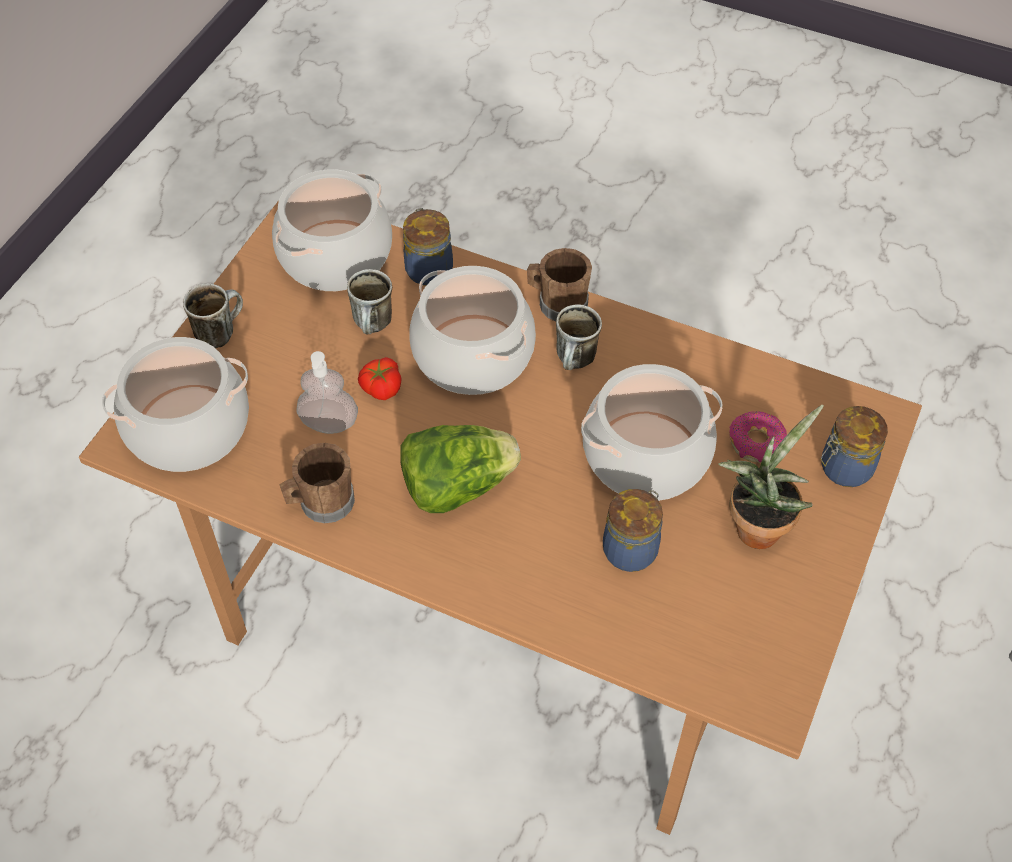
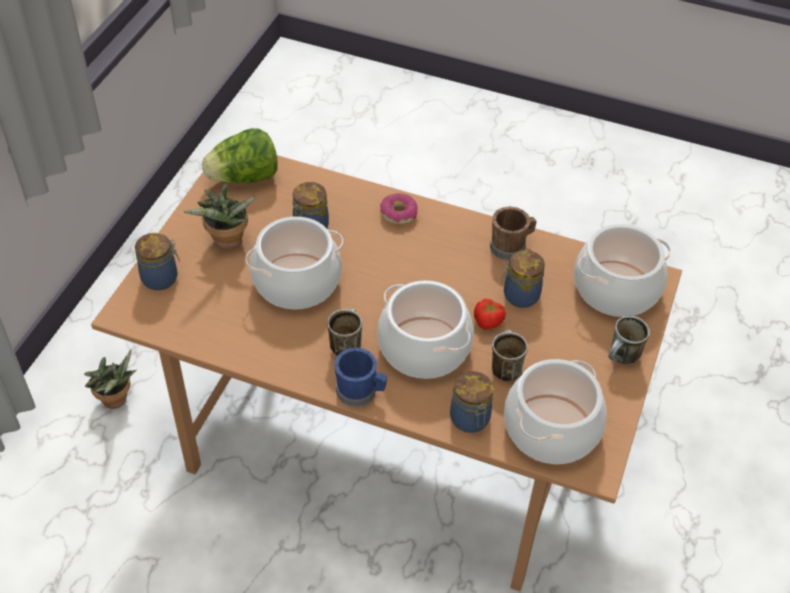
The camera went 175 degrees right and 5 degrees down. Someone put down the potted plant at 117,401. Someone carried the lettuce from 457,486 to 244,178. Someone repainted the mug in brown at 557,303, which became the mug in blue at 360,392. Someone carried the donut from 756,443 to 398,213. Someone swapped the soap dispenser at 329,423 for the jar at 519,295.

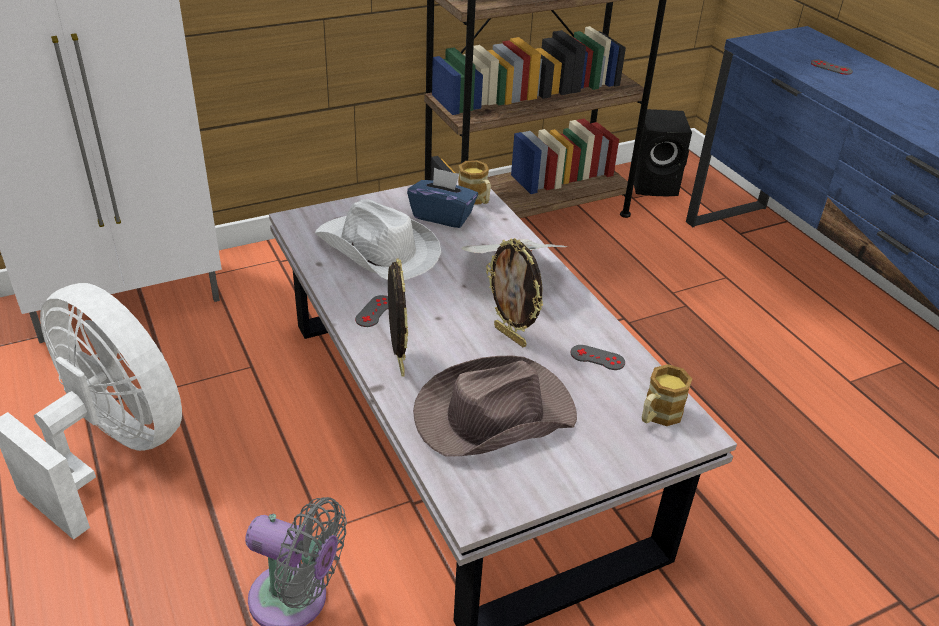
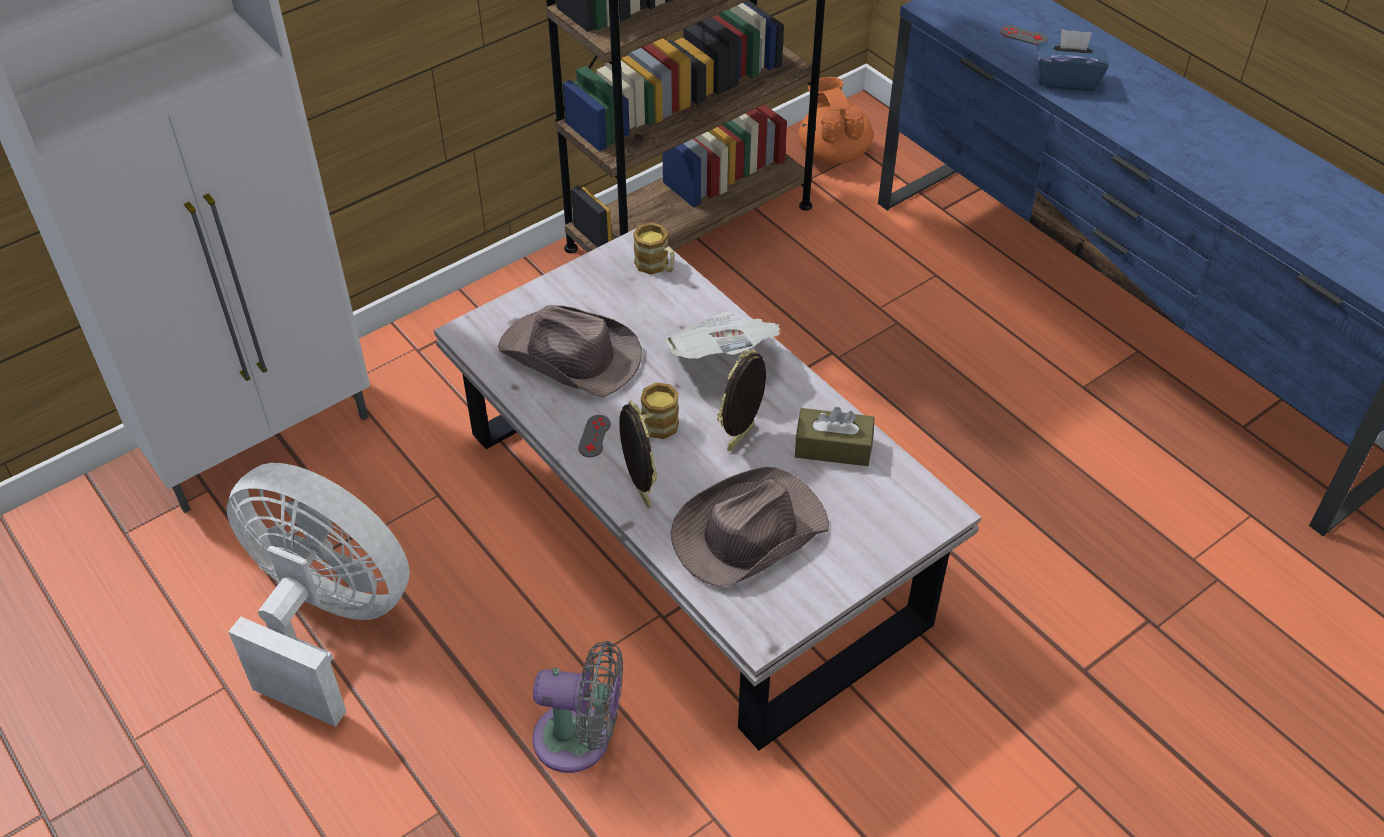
The camera went 10 degrees left and 10 degrees up. Someone repainted the hat in white at 377,250, which became the hat in brown at 571,356. Someone carried the mug from 657,416 to 655,430. Someone rotated the picture frame at 511,336 by 90 degrees clockwise. Someone swapped the game controller in grey at 597,358 for the tissue box in brown at 833,447. Someone swapped the speaker in black at 655,184 for the teapot in orange at 833,152. Someone carried the tissue box in blue from 442,216 to 1066,80.

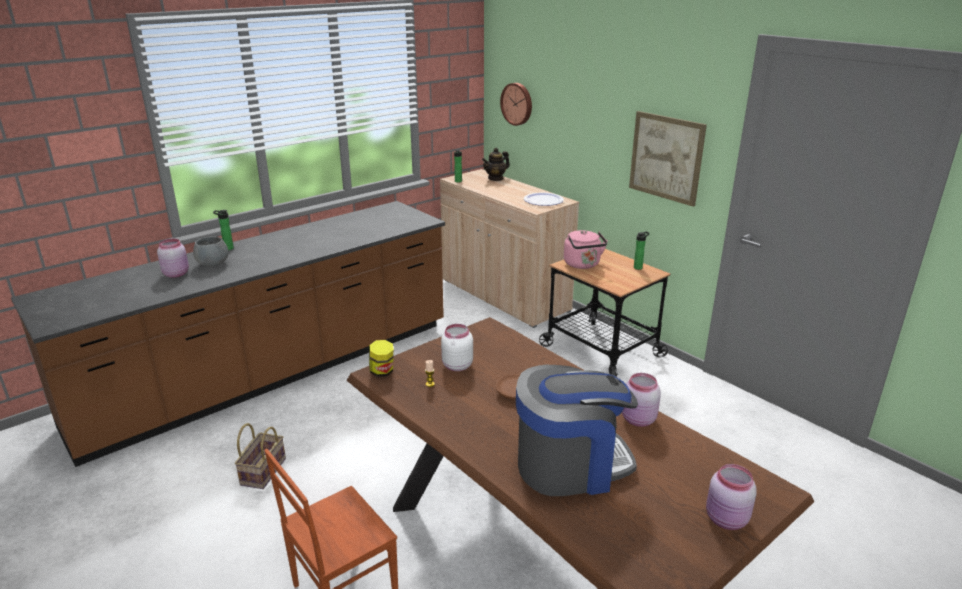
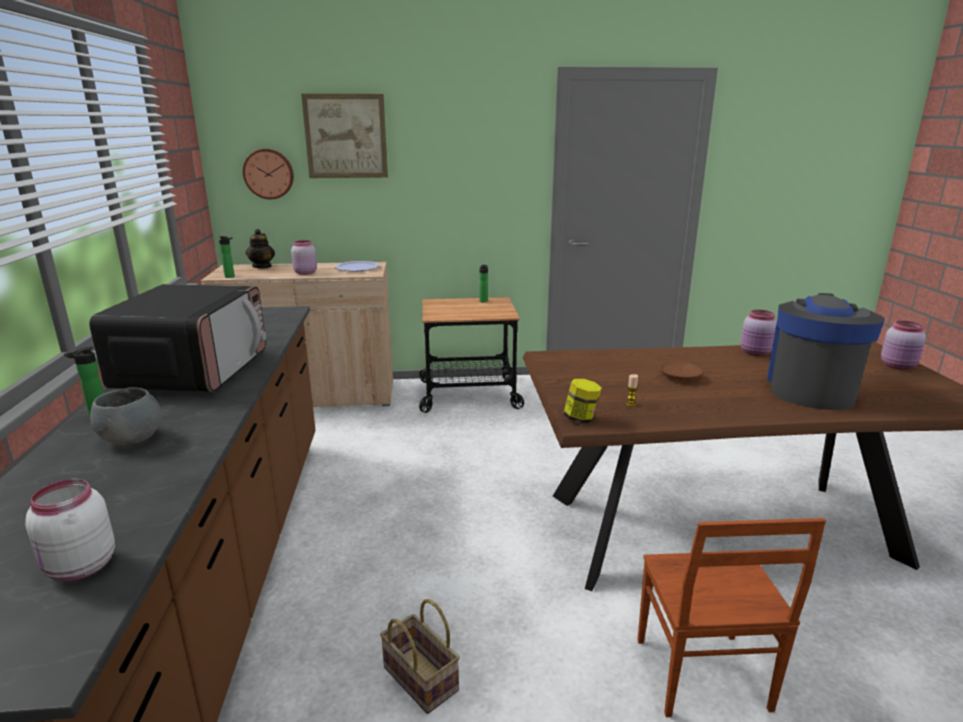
The camera went 55 degrees left and 5 degrees down. Someone carried the jar in white from 456,366 to 79,568. Someone put down the microwave at 194,371. Someone carried the jar in pink from 176,273 to 305,273. Someone carried the picture from 666,157 to 346,136. Someone took away the kettle in pink at 583,265.

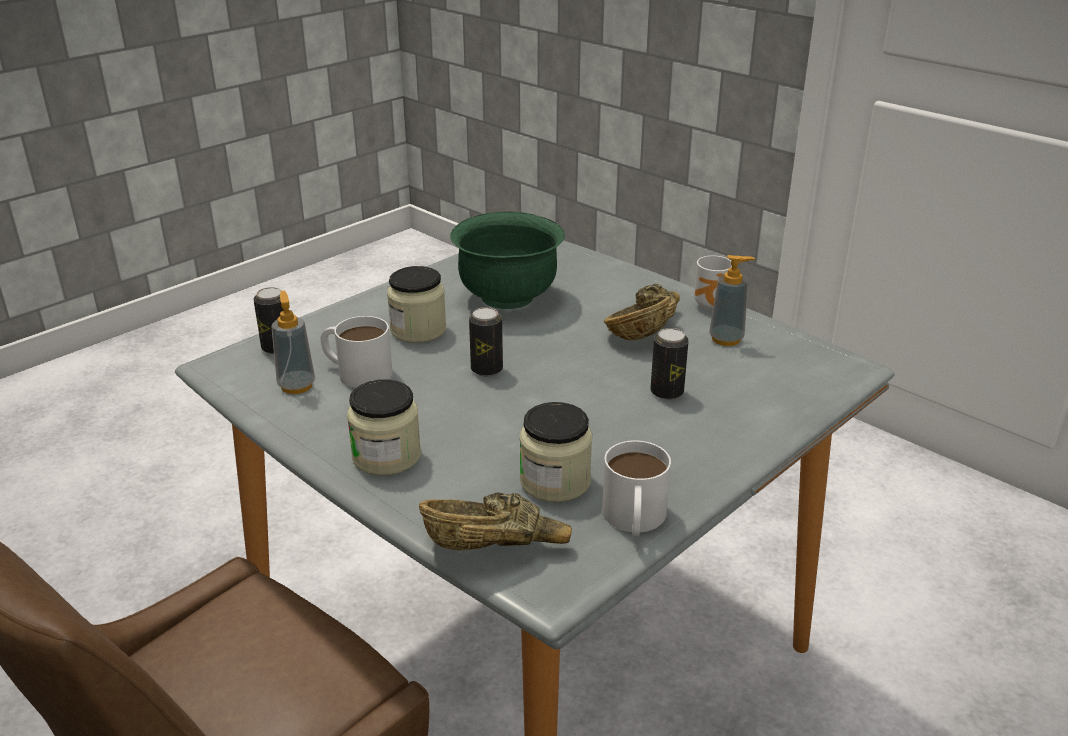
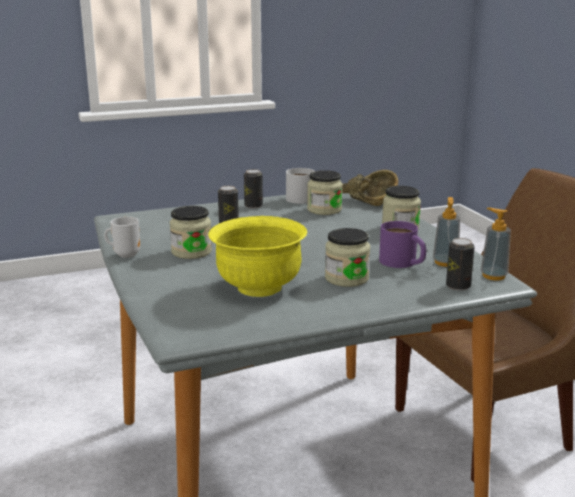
The camera went 155 degrees left and 10 degrees down. Someone swapped the bowl in brown at 645,328 for the jar at 191,252. Someone repainted the bowl in green at 508,297, which became the bowl in yellow at 258,287. Someone carried the can from 486,369 to 253,206. Someone repainted the mug in white at 356,371, which became the mug in purple at 403,263. Someone carried the soap dispenser from 726,339 to 493,276.

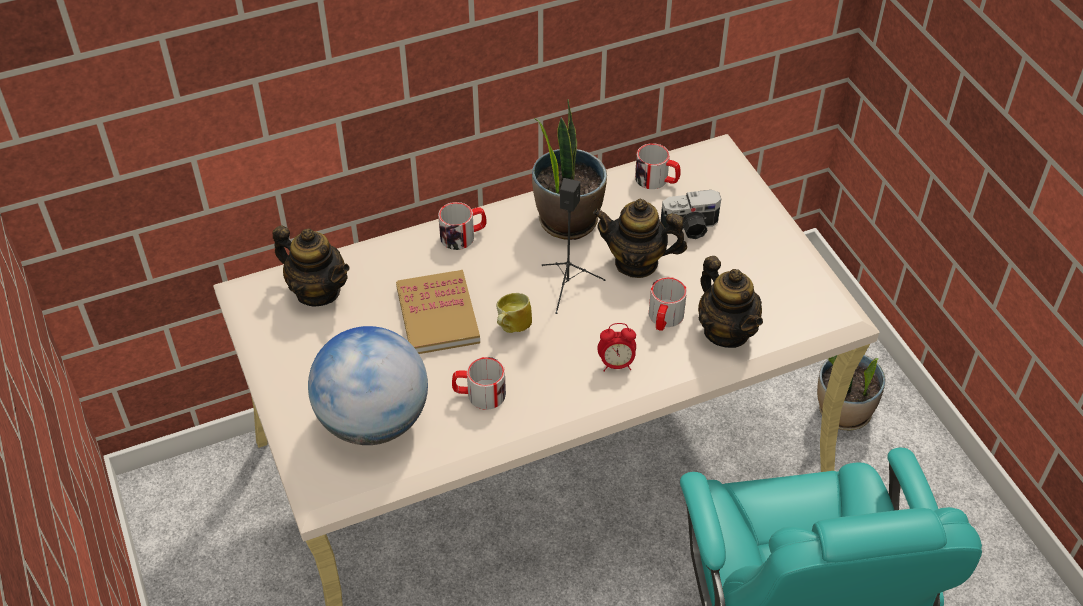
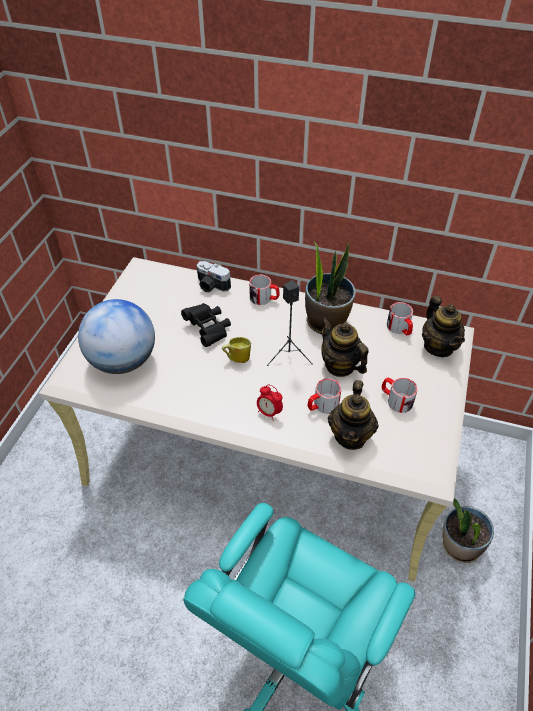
The camera went 40 degrees right and 0 degrees up. Someone swapped the book at 437,315 for the binoculars in black at 208,329. Someone carried the photo camera from 690,228 to 211,286. Someone carried the mug from 479,394 to 396,400. Someone carried the teapot from 318,291 to 438,346.

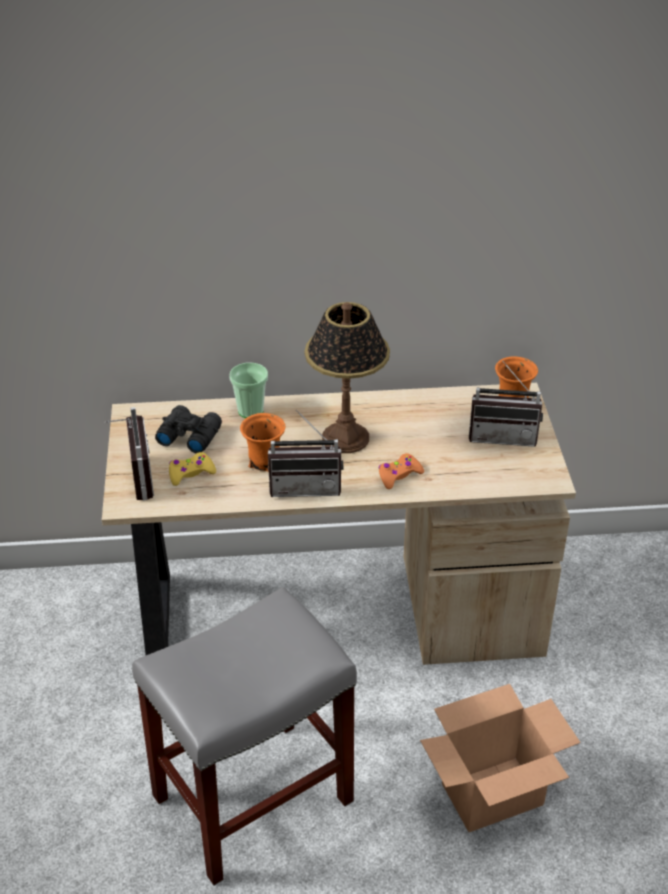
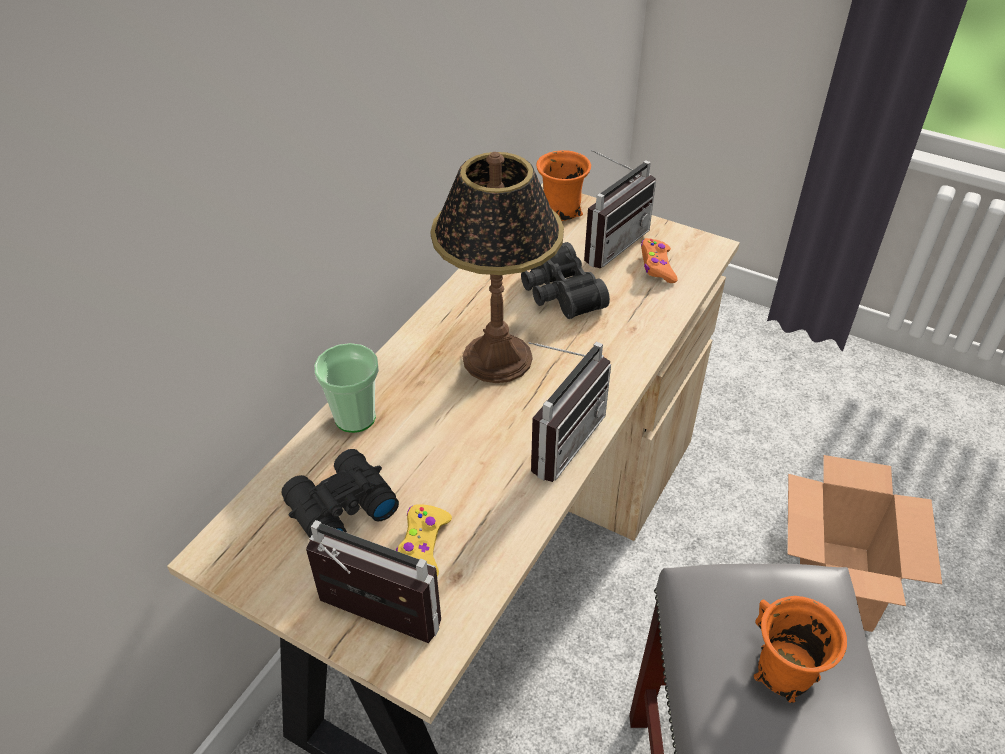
The camera went 55 degrees left and 5 degrees up. Someone put down the binoculars in black at 558,293. Someone carried the game controller in orange from 399,475 to 657,266. Someone carried the mug in orange from 264,461 to 784,673.

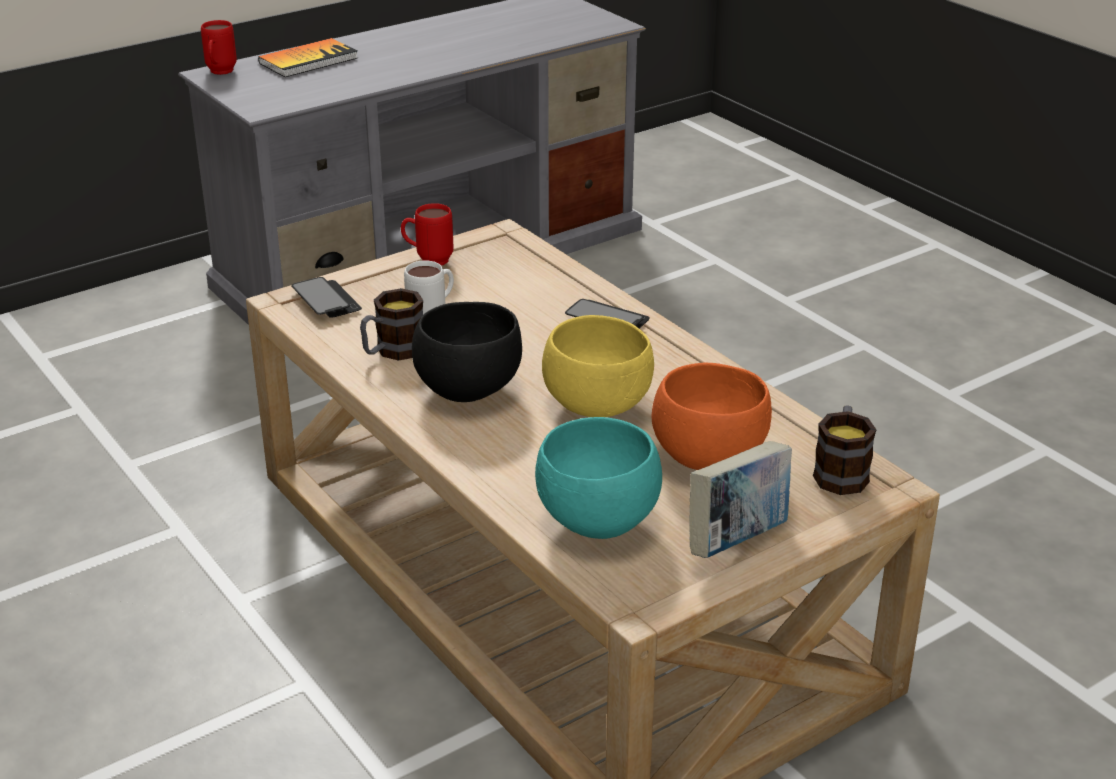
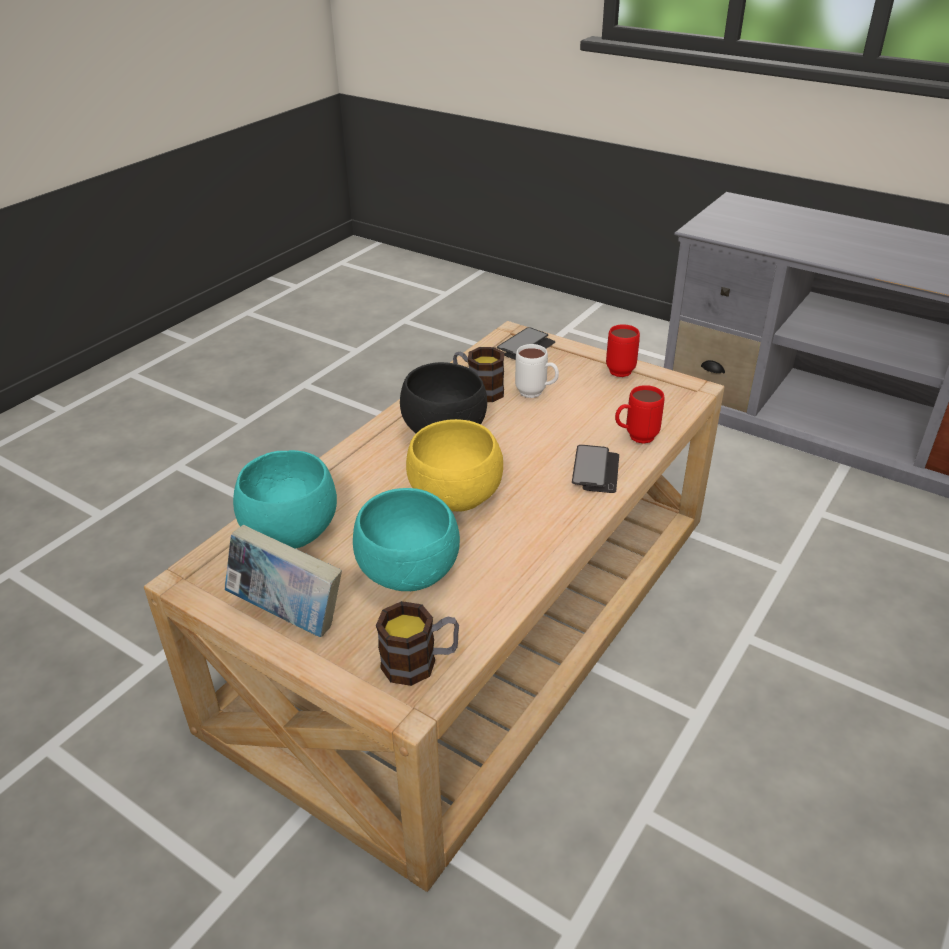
The camera went 70 degrees right and 5 degrees up. Someone repainted the bowl in orange at 708,456, which became the bowl in turquoise at 411,574. Someone carried the mug in red from 219,73 to 635,438. Someone took away the book at 308,60.

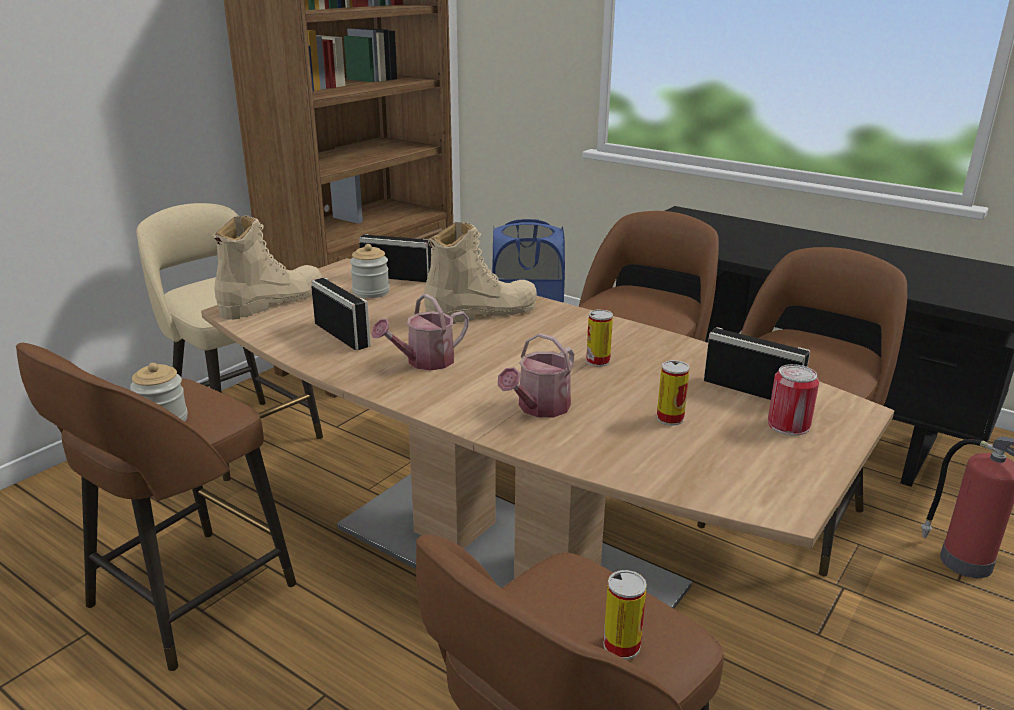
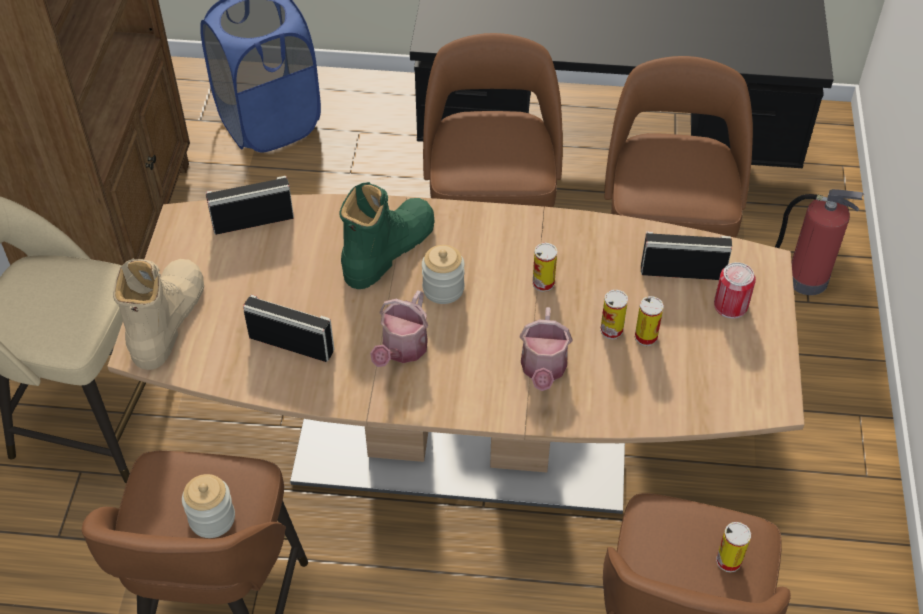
The camera went 30 degrees left and 25 degrees up. Someone repainted the boot in beige at 481,312, which became the boot in green at 388,249. Someone carried the jar from 371,292 to 443,289. Someone put down the can at 611,330.

